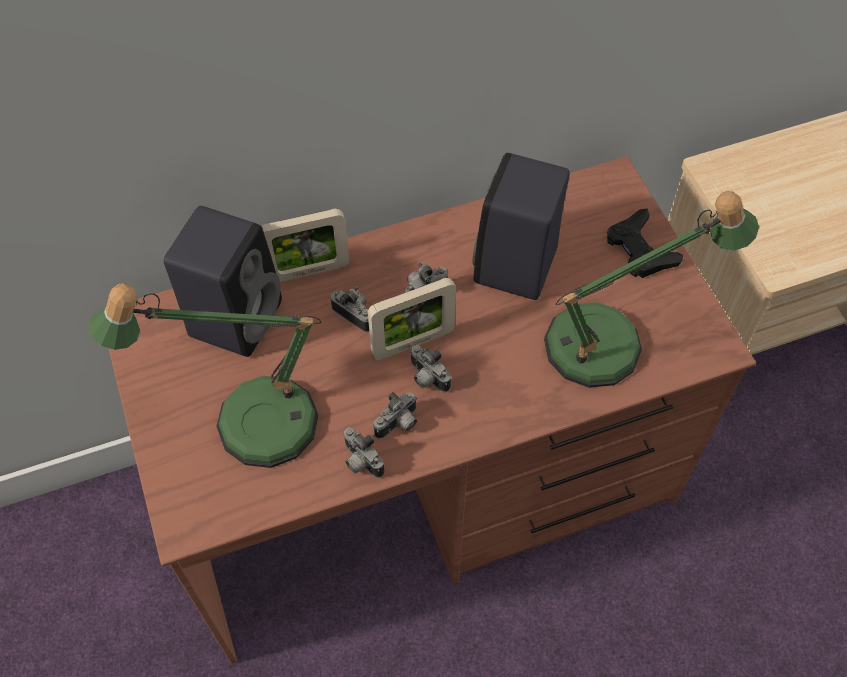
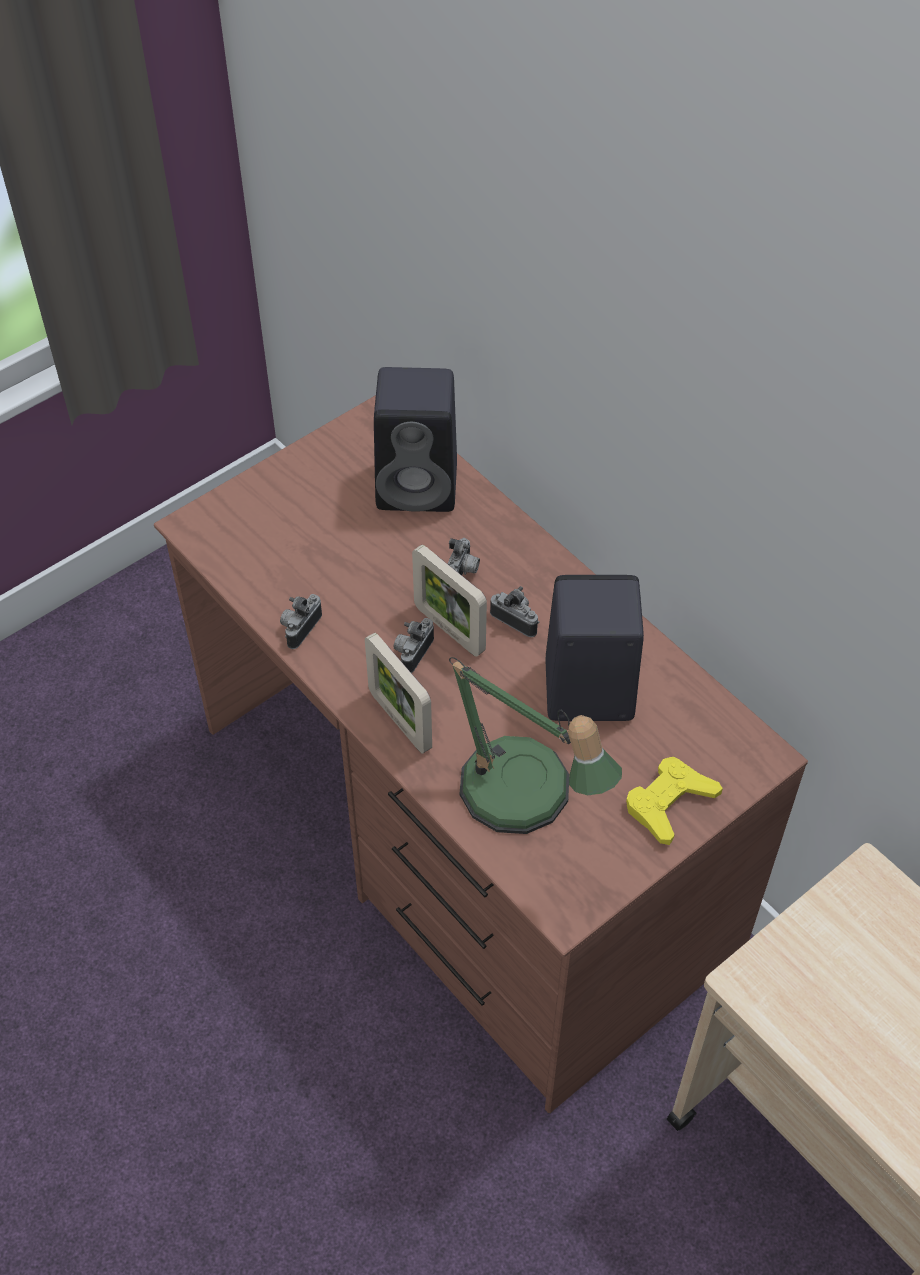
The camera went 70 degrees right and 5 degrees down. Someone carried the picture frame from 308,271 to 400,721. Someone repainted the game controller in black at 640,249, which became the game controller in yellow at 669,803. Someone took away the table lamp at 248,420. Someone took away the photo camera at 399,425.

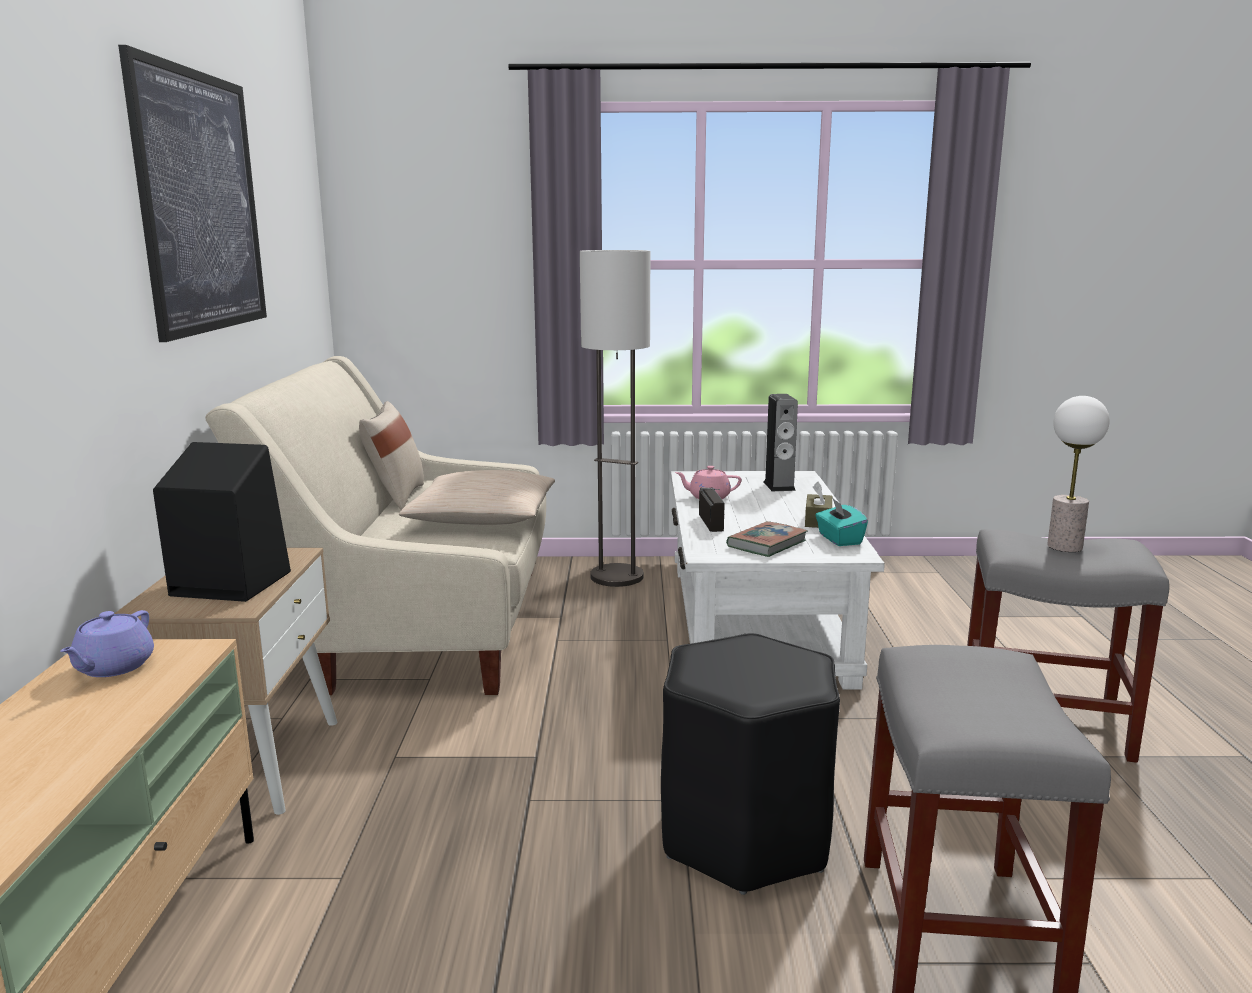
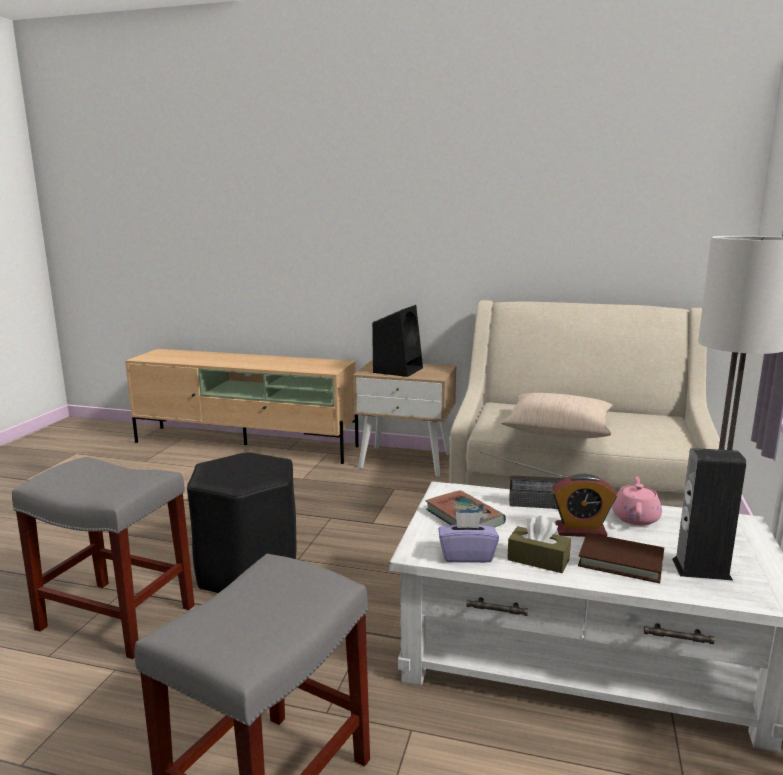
The camera went 105 degrees right and 0 degrees up. Someone repainted the tissue box in turquoise at 839,539, which became the tissue box in purple at 467,555. Someone put down the alarm clock at 580,530. Someone put down the book in brown at 620,561. Someone took away the teapot in purple at 113,667. Someone took away the picture at 201,203. Someone took away the pillow in beige at 396,497. Someone took away the table lamp at 1065,547.

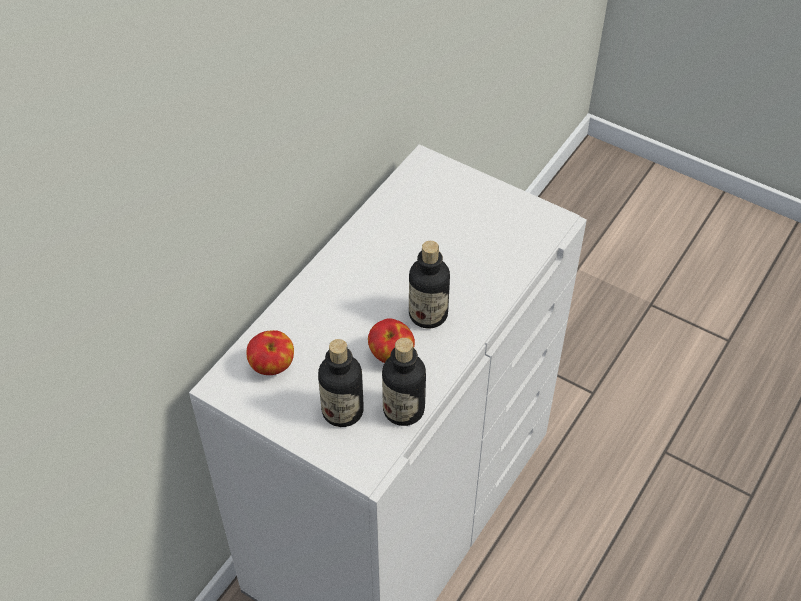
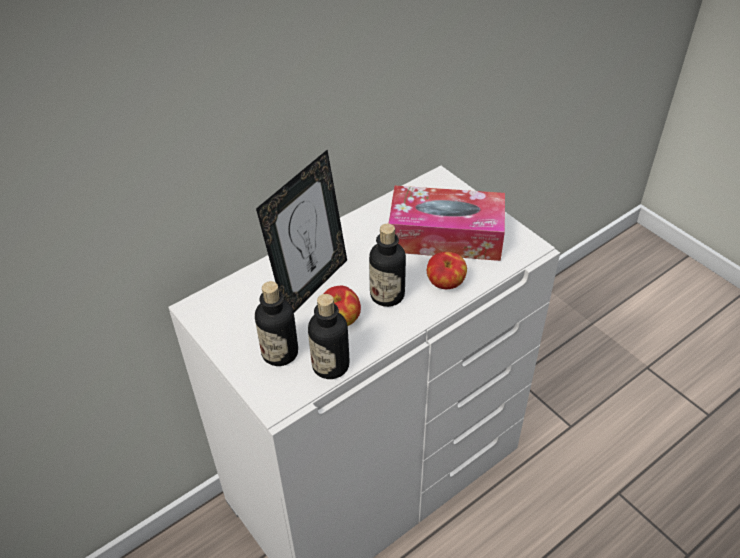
The camera went 20 degrees right and 5 degrees down. Someone put down the picture frame at 311,285. Someone put down the tissue box at 445,236. Someone carried the apple from 272,366 to 445,284.

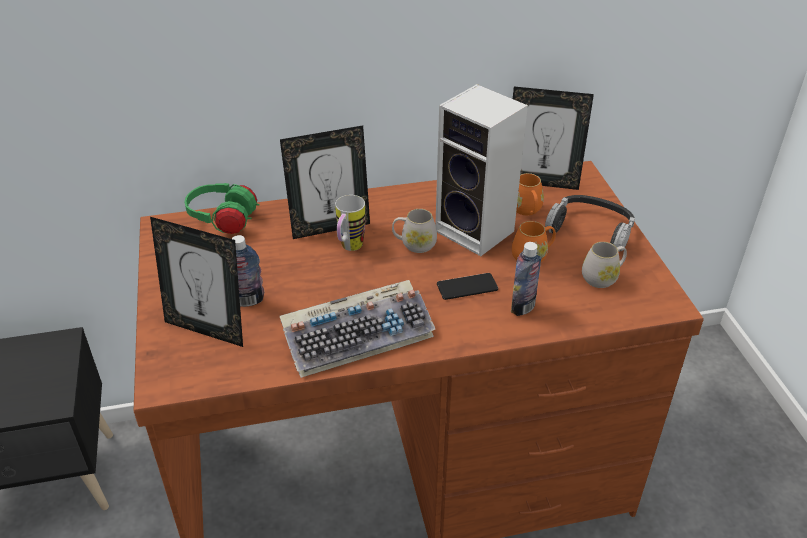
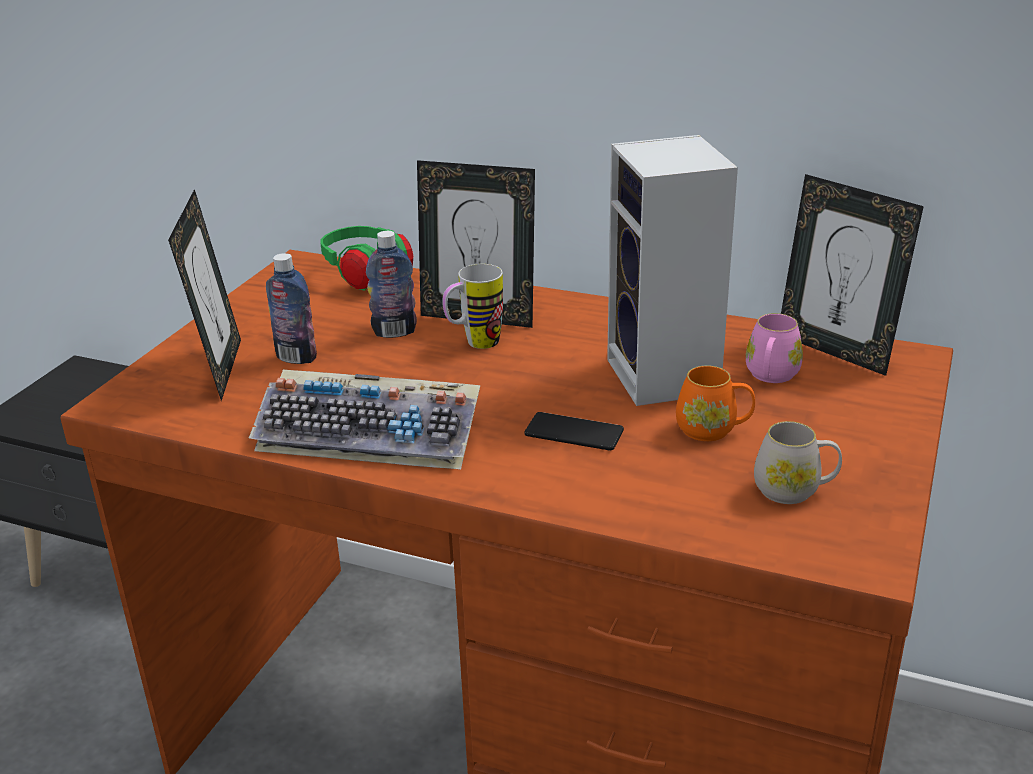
The camera went 35 degrees right and 10 degrees down. Someone rotated the picture frame at 207,329 by 150 degrees counterclockwise. Someone carried the bottle from 523,307 to 394,332. Someone repainted the mug in orange at 527,210, which became the mug in pink at 770,376. Someone took away the mug in white at 414,244. Someone took away the headphones at 590,230.

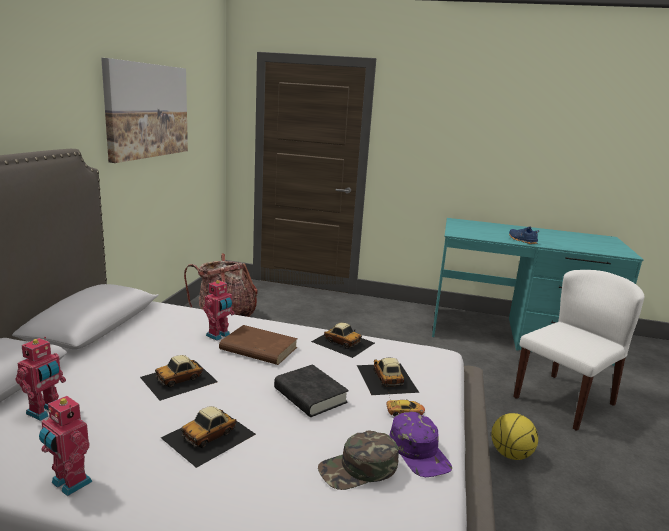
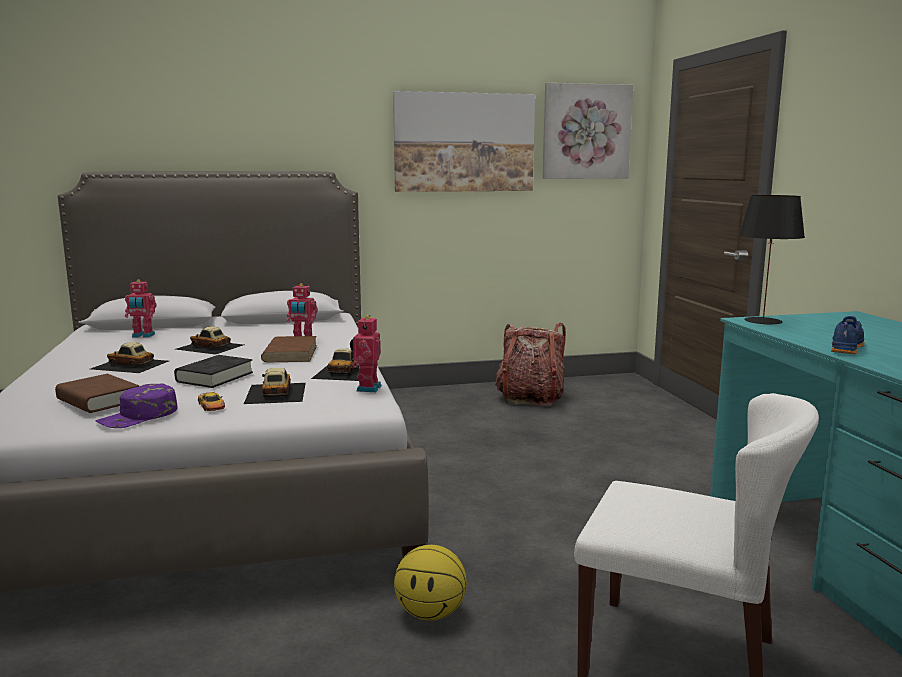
The camera went 65 degrees right and 5 degrees down. Someone swapped the cap in green at 358,469 for the book in brown at 98,400. Someone rotated the toy car at 386,378 by 60 degrees counterclockwise. Someone carried the toy robot from 69,483 to 367,388. Someone put up the picture at 586,132. Someone put down the table lamp in black at 763,321.

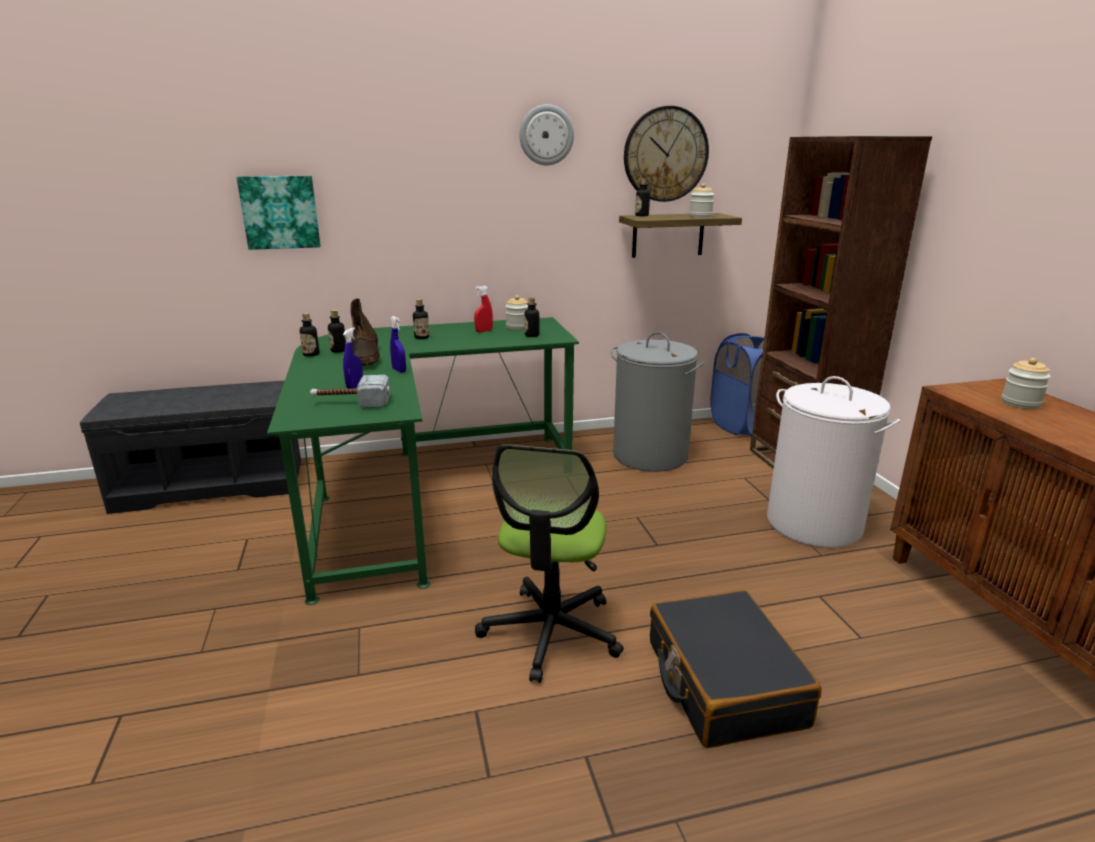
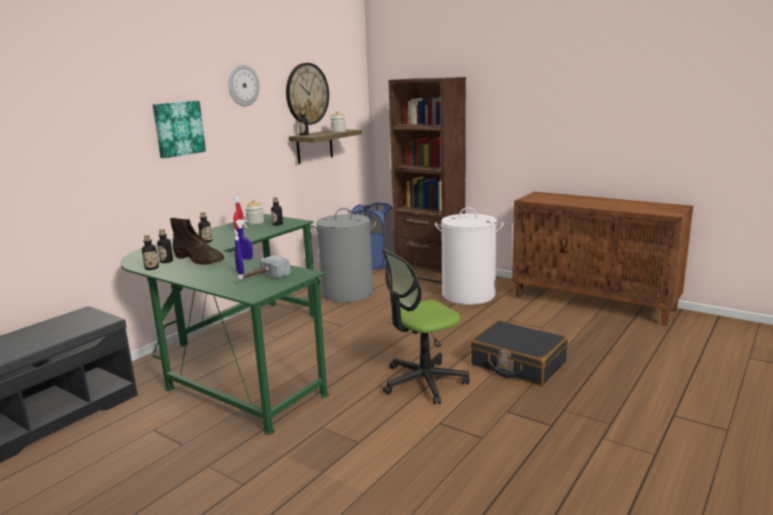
The camera went 40 degrees left and 5 degrees down. Someone carried the picture from 280,212 to 178,128. Someone rotated the office chair at 551,632 by 90 degrees clockwise. Someone took away the jar at 1020,403.

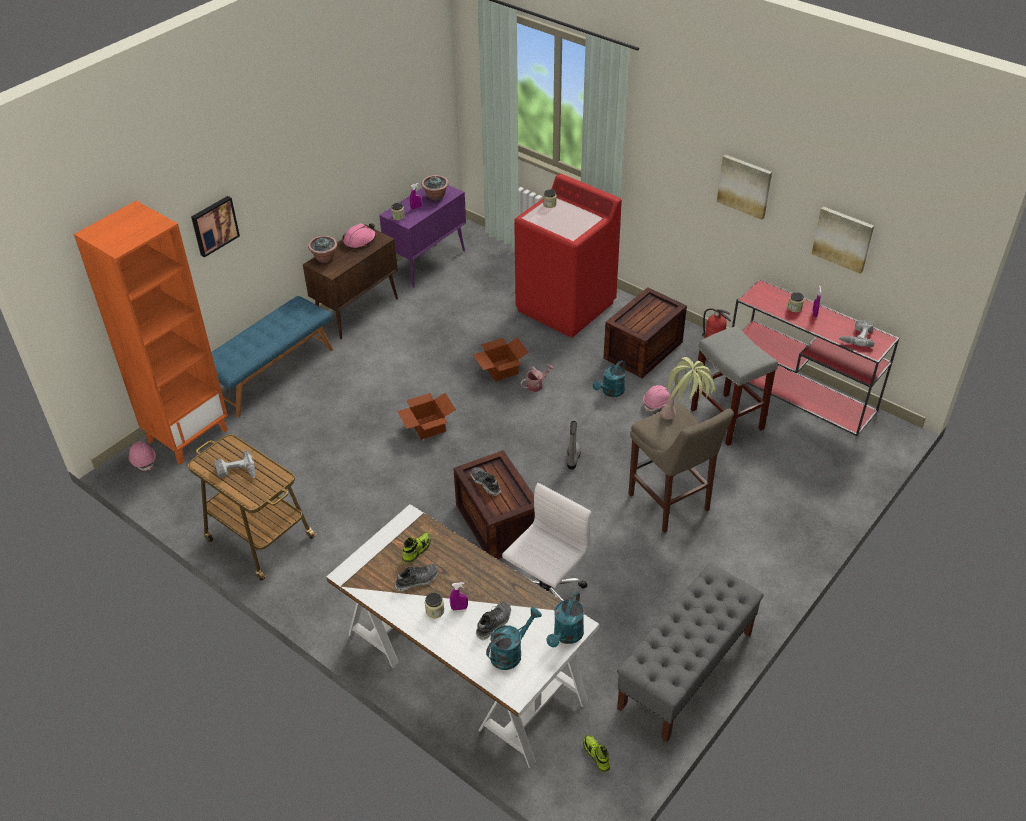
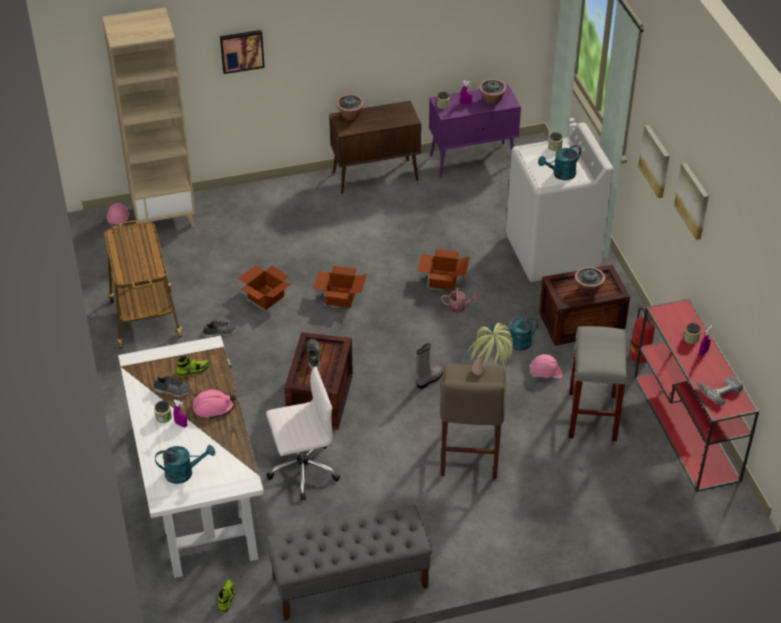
The camera went 35 degrees right and 0 degrees up. Someone repainted the bookcase in orange at 188,435, which became the bookcase in beige at 164,216. Someone carried the hard hat in pink from 360,240 to 213,407. Someone carried the shoe from 493,623 to 220,332. Someone put down the cardboard box at 265,296. Someone repainted the washing machine in red at 566,306, which became the washing machine in white at 553,252. Someone carried the watering can in turquoise from 566,636 to 560,175. Someone put down the potted plant at 588,290. Someone carried the picture from 843,239 to 655,161. Someone took away the bench in blue at 272,373. Someone took away the power drill at 237,472.

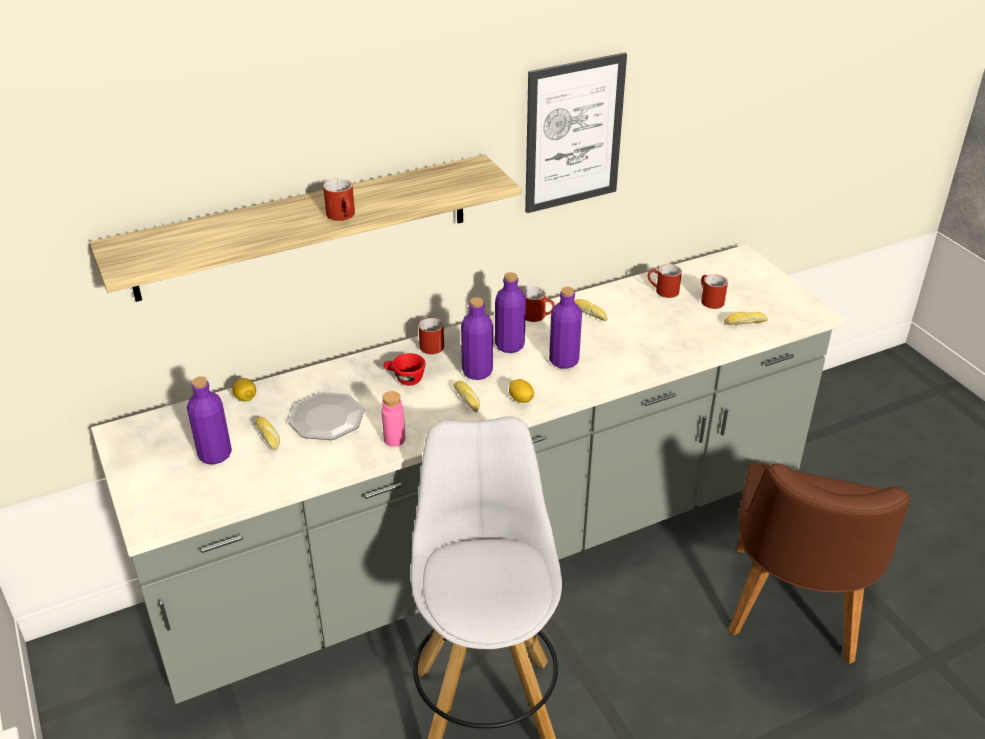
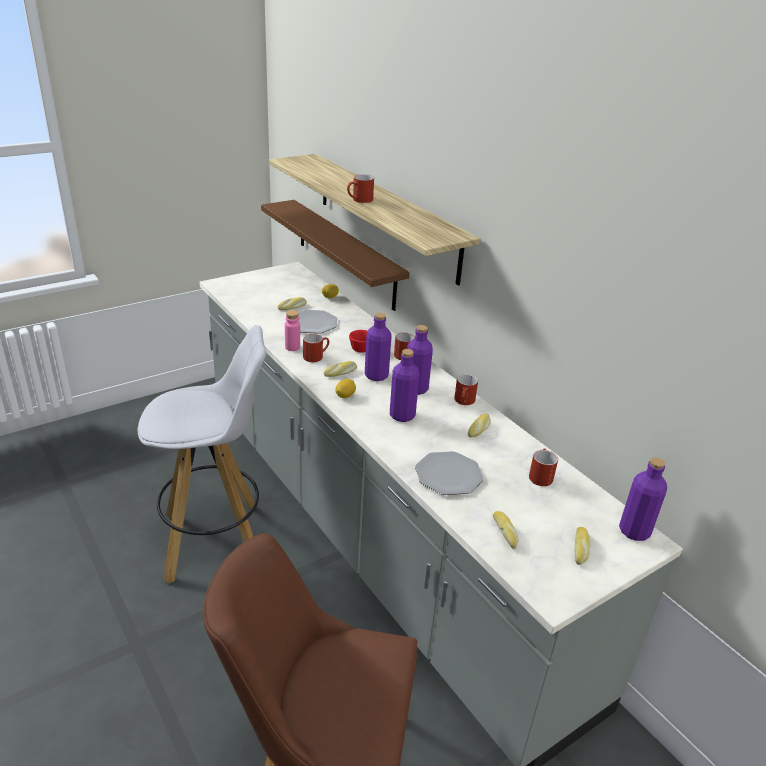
The camera went 80 degrees right and 5 degrees down. Someone put up the shelf in brown at 345,253. Someone carried the mug in red from 709,300 to 316,356. Someone put down the plate at 448,474. Someone put down the bread at 581,549. Someone carried the bottle in purple from 215,455 to 634,531. Someone took away the picture at 573,134.

